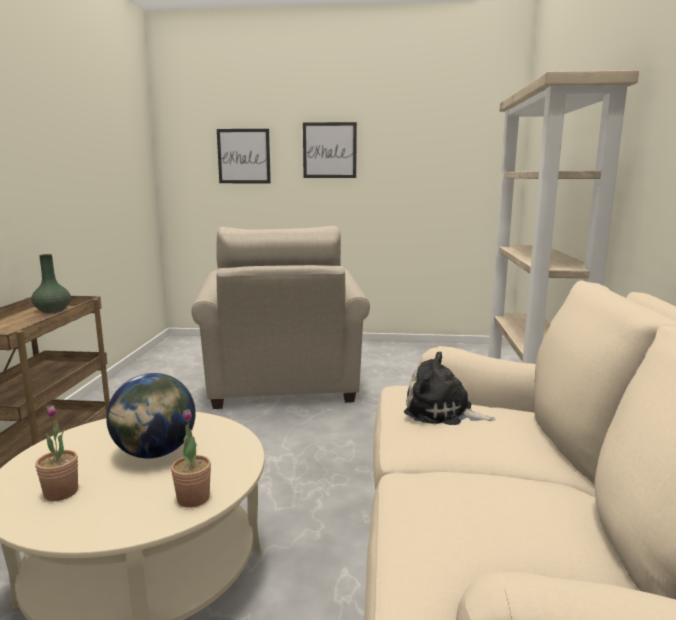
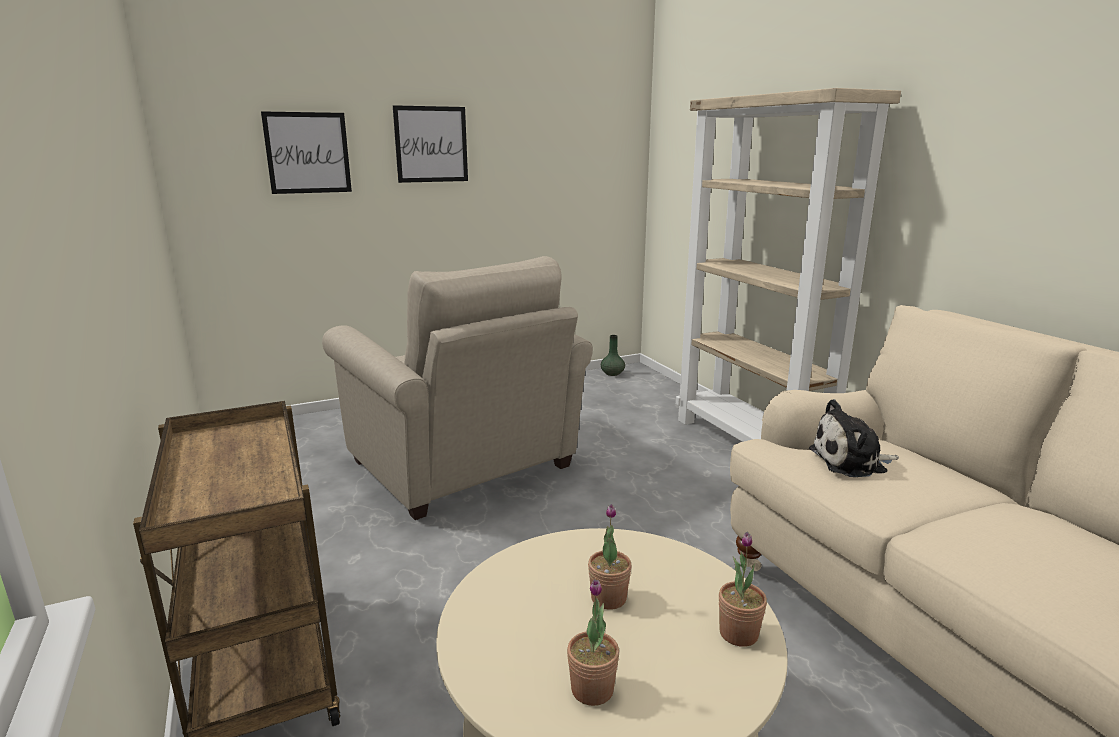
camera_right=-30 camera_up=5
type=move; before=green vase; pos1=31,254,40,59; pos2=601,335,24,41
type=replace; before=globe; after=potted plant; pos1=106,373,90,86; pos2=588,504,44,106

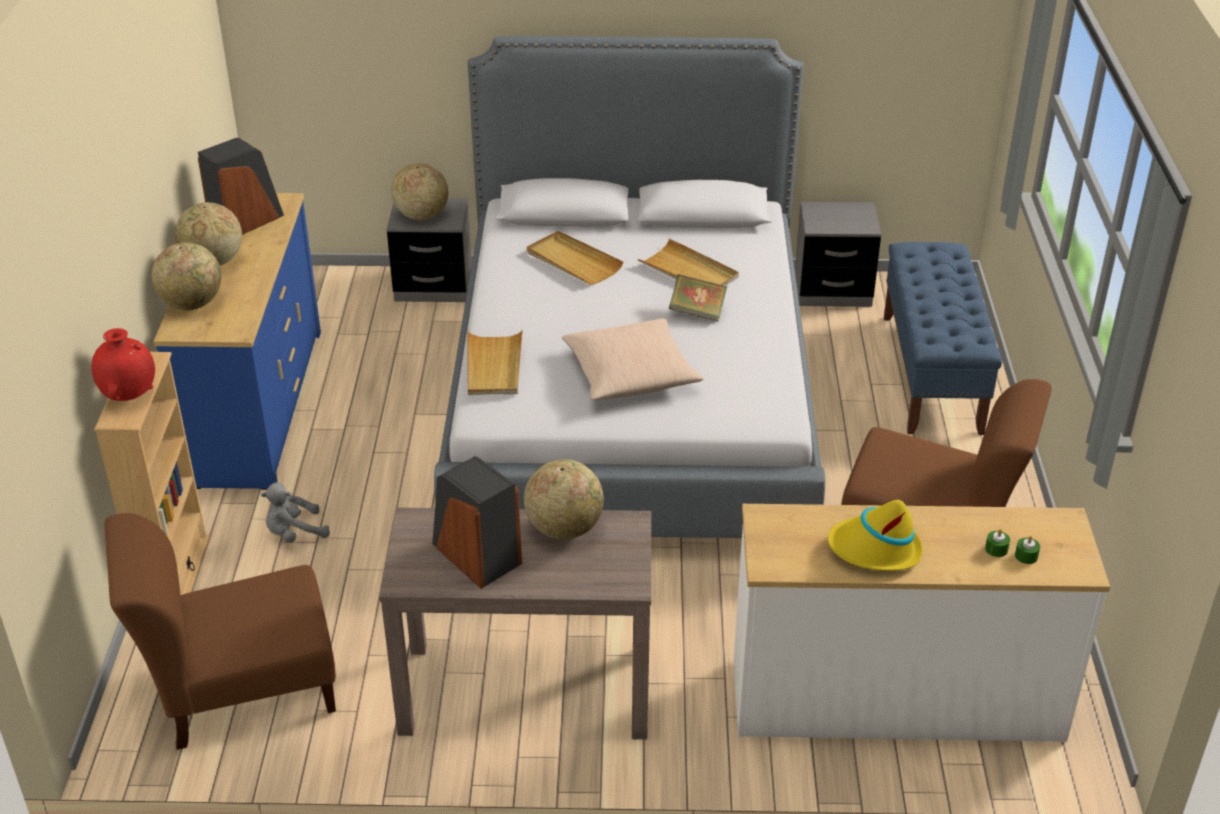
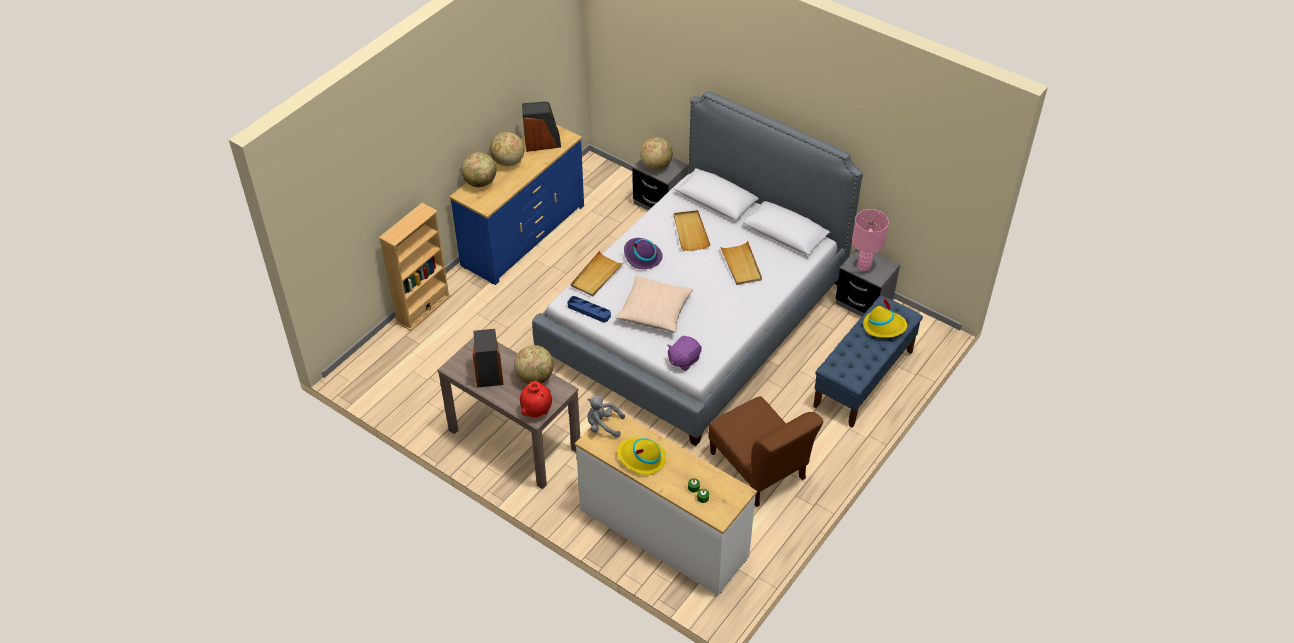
camera_right=35 camera_up=10
type=delete; before=book; pos1=669,274,58,48
type=move; before=red vase; pos1=92,328,63,73; pos2=520,381,32,36
type=move; before=grey plush toy; pos1=261,482,69,61; pos2=587,396,38,42
type=delete; before=brown chair; pos1=104,513,232,237
type=insert; after=pink table lamp; pos2=852,209,37,62
type=insert; after=purple hat; pos2=624,238,39,31
type=insert; after=blue tray; pos2=568,296,43,27
type=insert; after=yellow hat; pos2=863,298,44,40
type=insert; after=purple plush toy; pos2=667,336,35,35

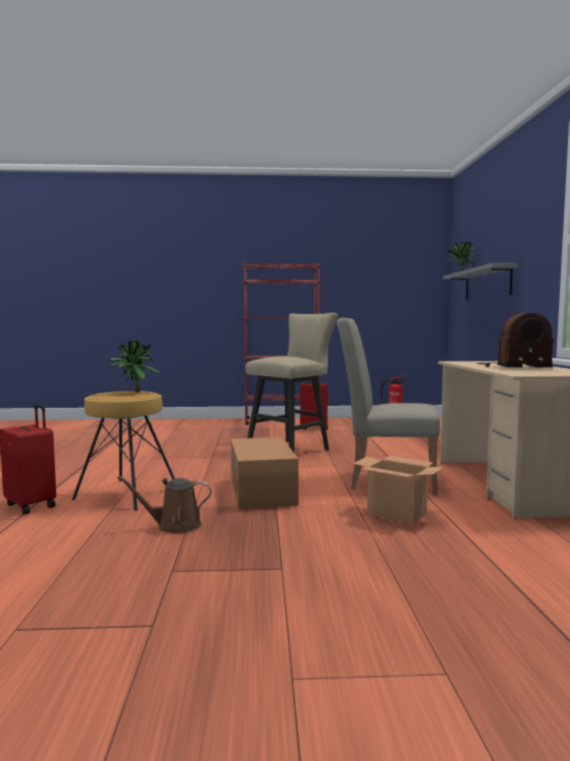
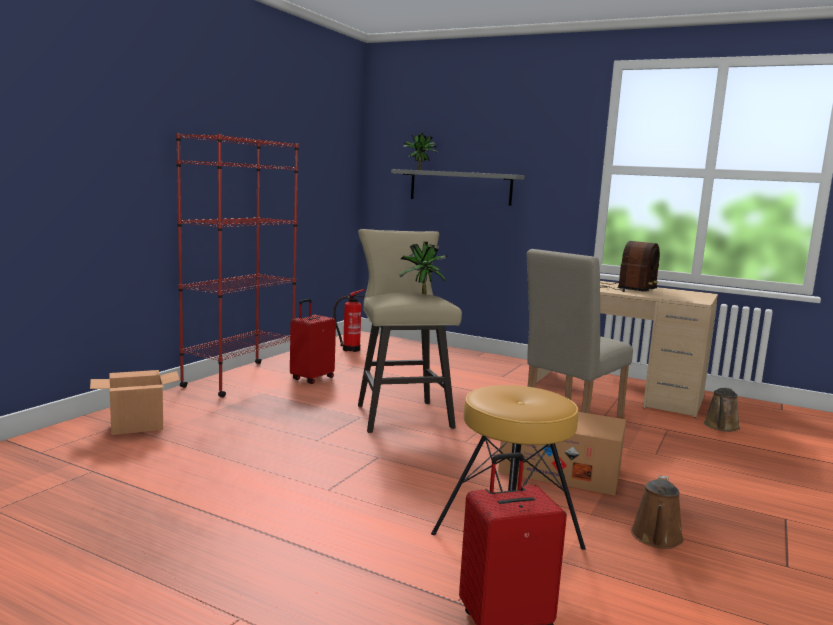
camera_right=-60 camera_up=5
type=move; before=potted plant; pos1=109,341,51,51; pos2=400,242,48,52
type=move; before=cardboard box; pos1=353,456,92,68; pos2=90,370,90,65
type=insert; after=brown watering can; pos2=704,387,36,45

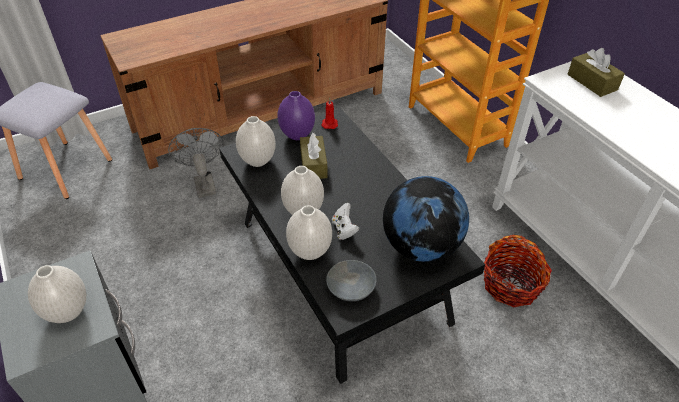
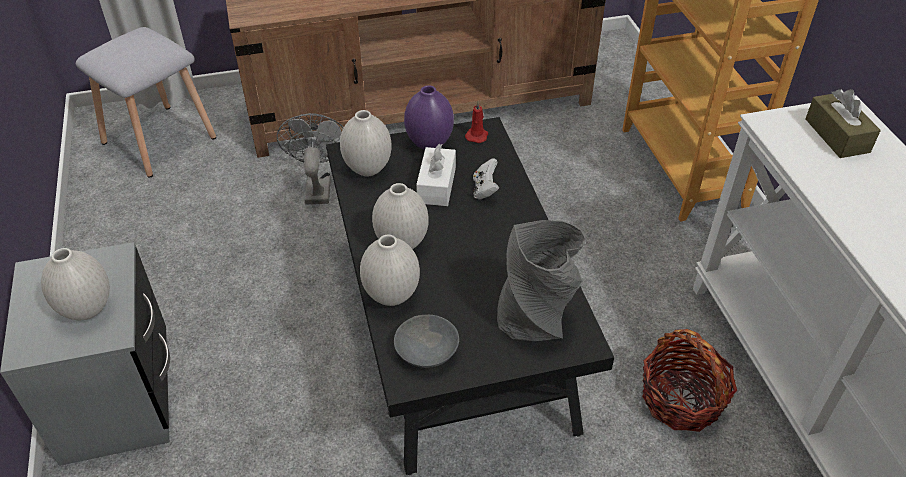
camera_right=15 camera_up=0
type=recolor; before=brown tissue box; after=white tissue box; pos1=300,133,28,46; pos2=416,144,40,62
type=replace; before=globe; after=grey vase; pos1=383,176,86,86; pos2=497,220,89,121
type=move; before=white game controller; pos1=332,203,28,37; pos2=473,158,26,41

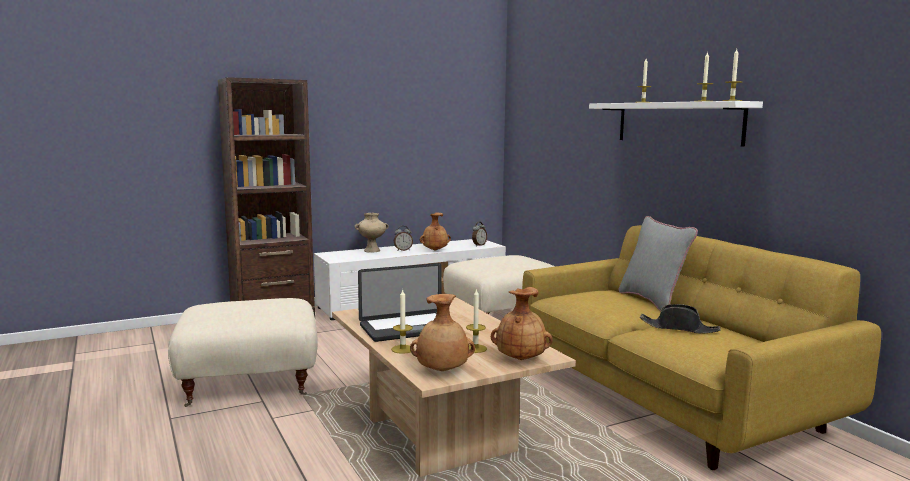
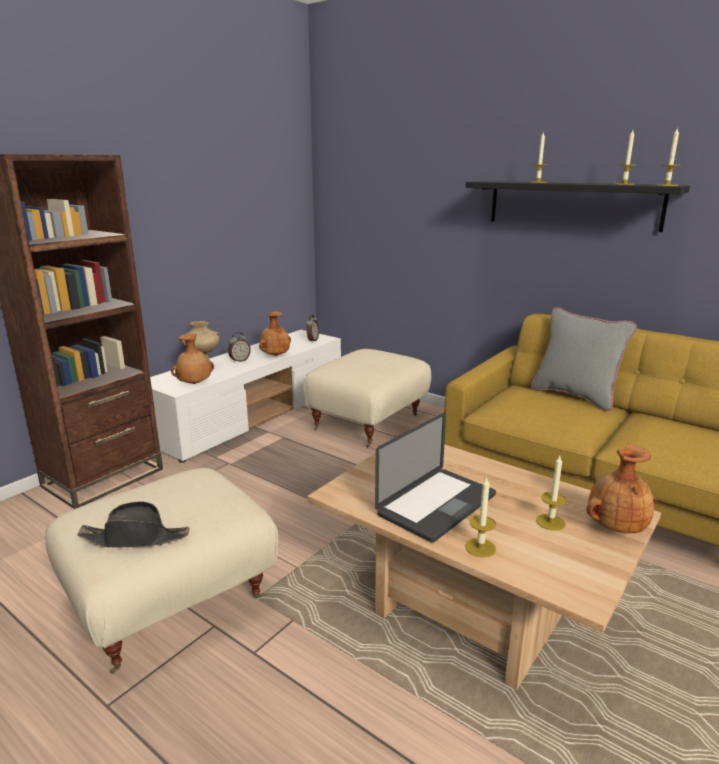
camera_right=-25 camera_up=10
type=recolor; before=white shelf; after=black shelf; pos1=589,101,174,46; pos2=465,181,225,51
type=move; before=brown vase; pos1=410,294,65,77; pos2=171,334,43,50
type=move; before=black hat; pos1=640,304,81,30; pos2=77,501,112,46

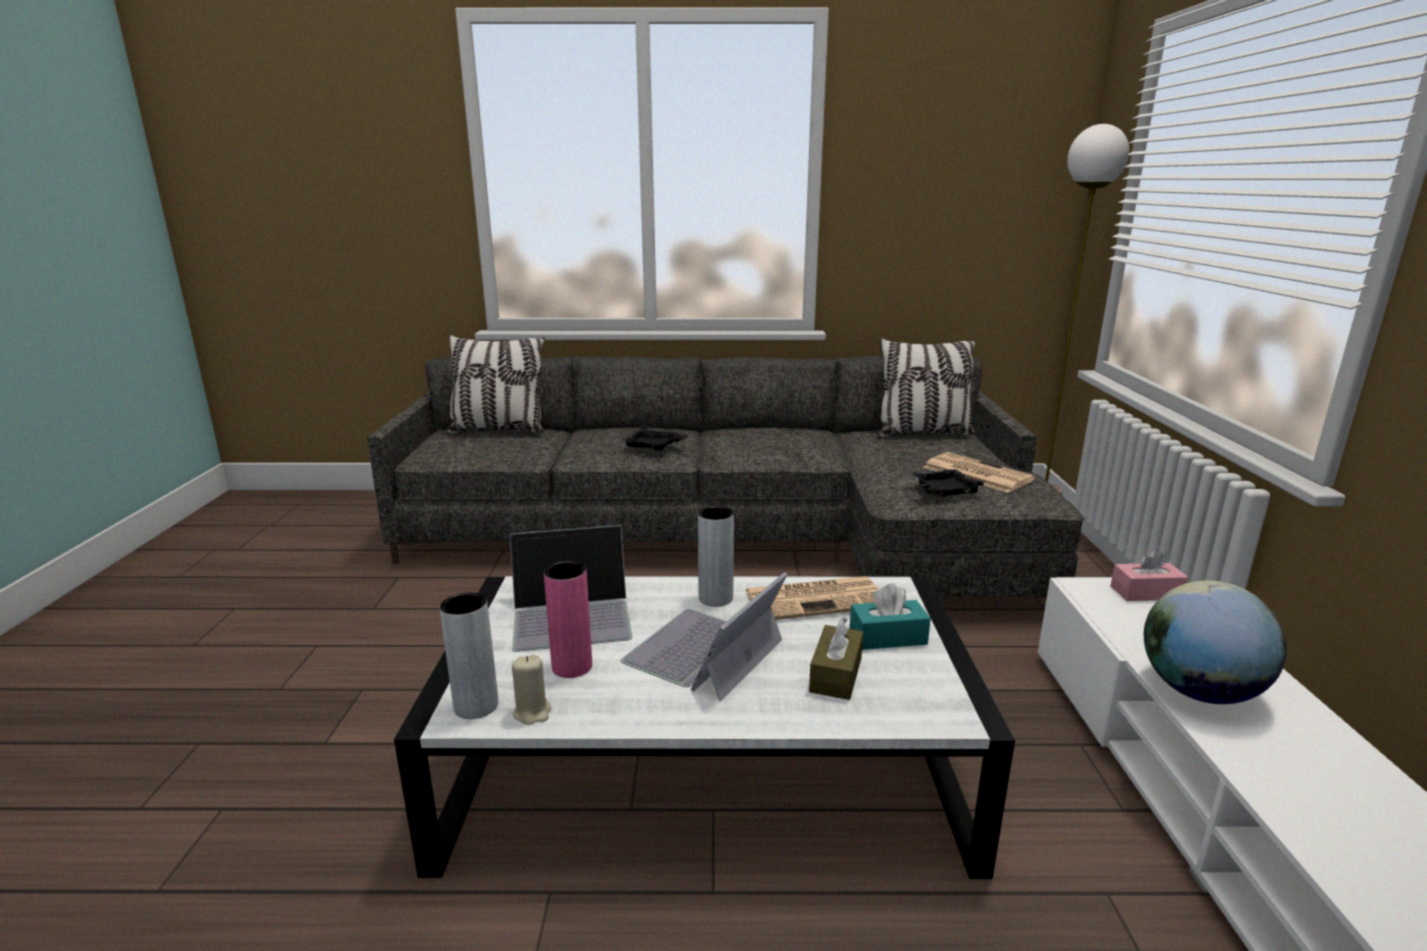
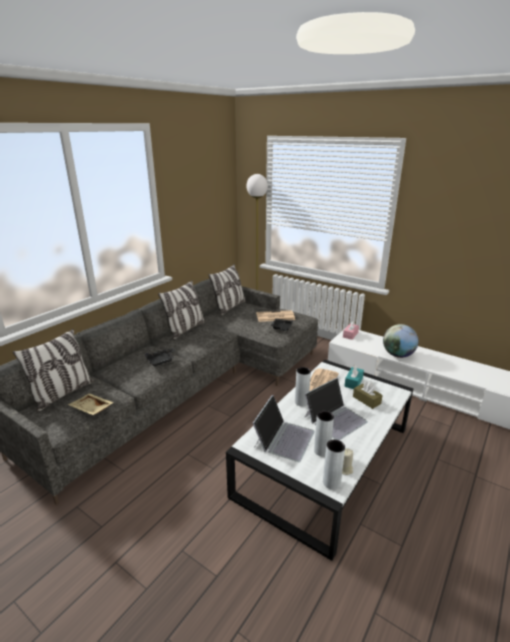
camera_right=-55 camera_up=5
type=recolor; before=pink vase; after=grey vase; pos1=544,561,48,117; pos2=314,411,20,46
type=rotate; before=laptop; pos1=621,572,166,129; pos2=304,378,64,62; turn=-105
type=insert; after=pillow; pos2=158,281,48,59
type=insert; after=beige tray; pos2=68,393,46,22

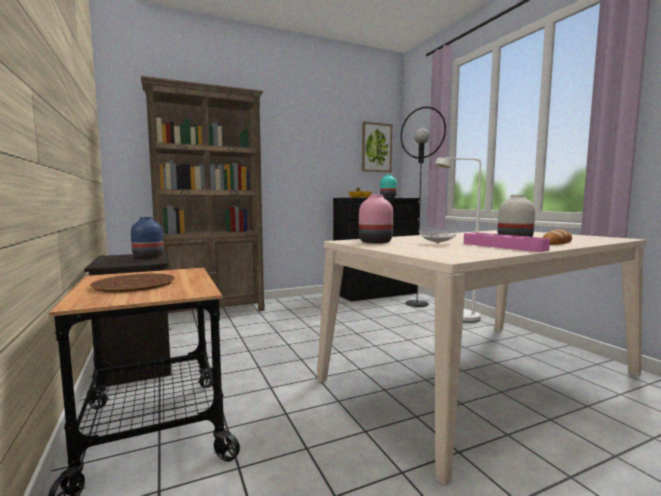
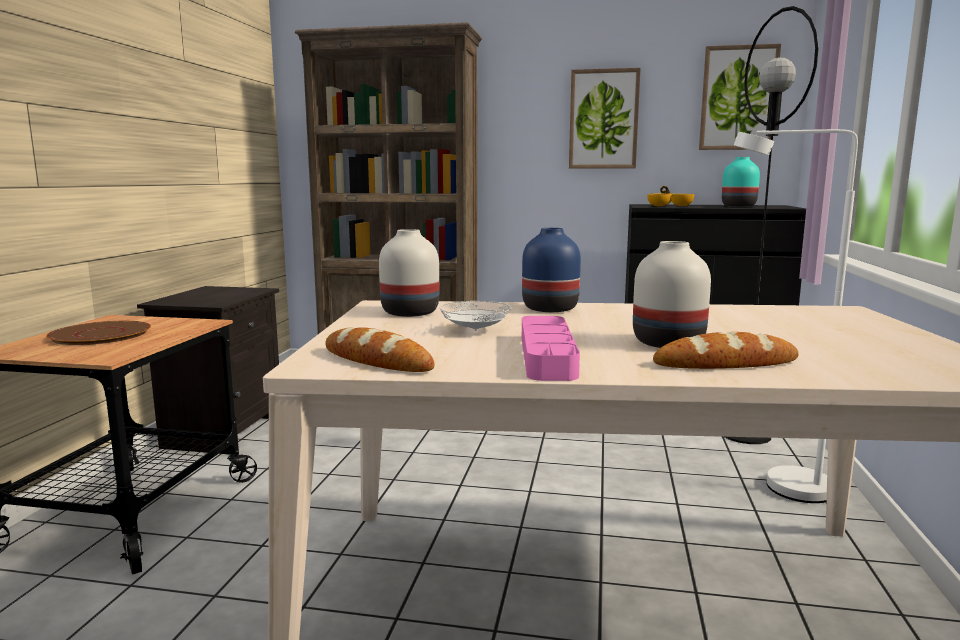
camera_right=35 camera_up=5
type=recolor; before=pink vase; after=white vase; pos1=359,194,34,50; pos2=379,229,60,88
type=move; before=blue vase; pos1=131,217,33,42; pos2=522,228,59,84
type=insert; after=picture; pos2=569,68,72,101
type=insert; after=bread; pos2=325,327,110,45

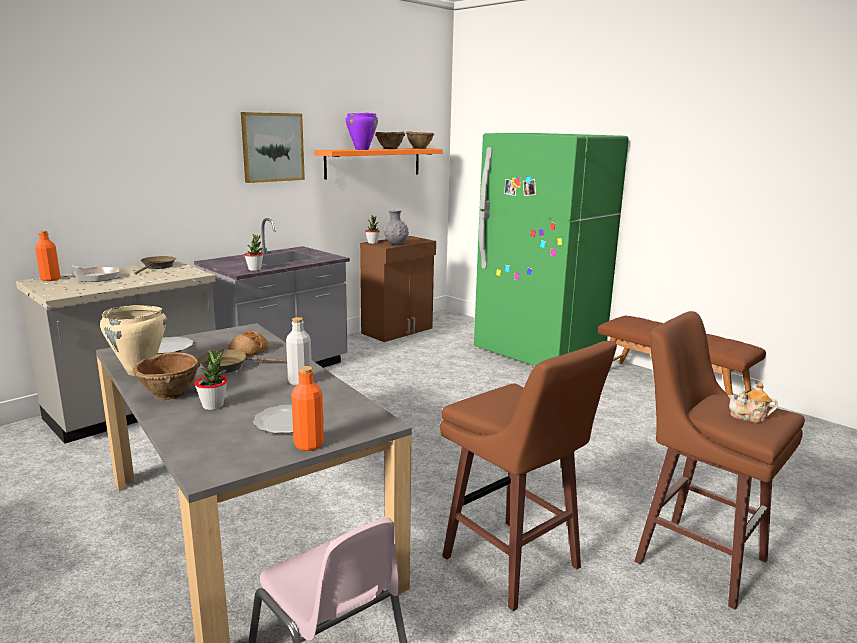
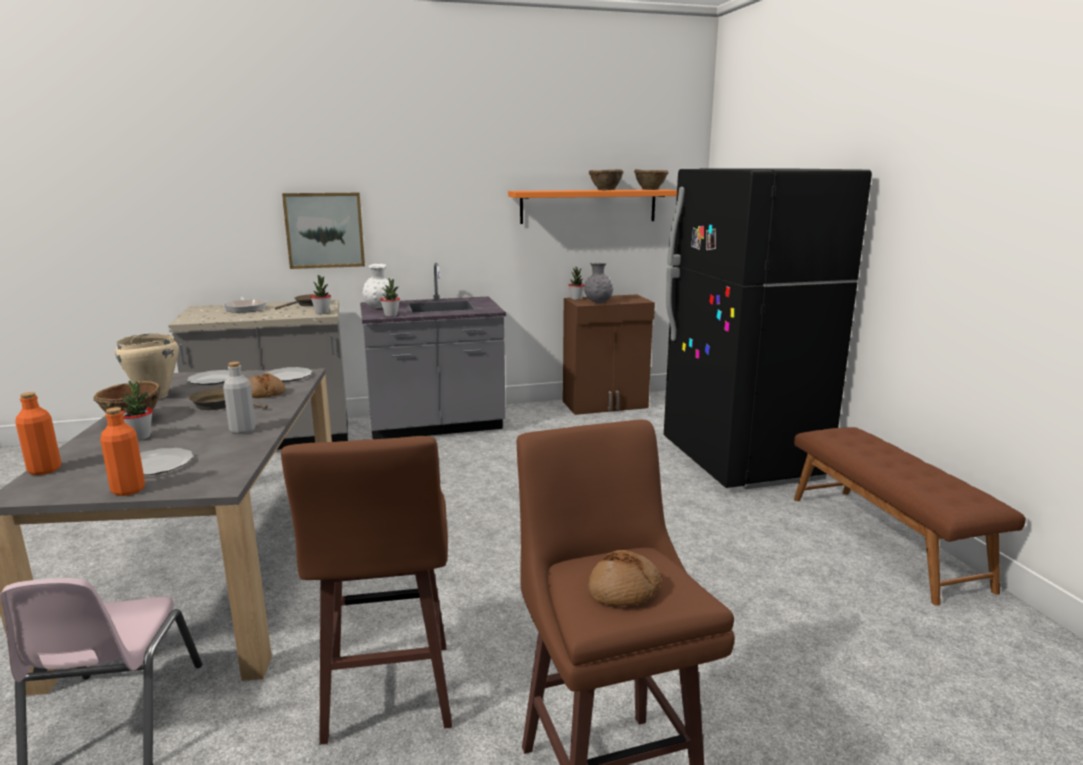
camera_right=30 camera_up=0
type=move; before=picture; pos1=241,112,64,71; pos2=282,193,83,76
type=delete; before=purple cooking pot; pos1=346,113,32,37
type=recolor; before=green fridge; after=black fridge; pos1=474,133,155,233; pos2=664,168,208,321
type=move; before=orange bottle; pos1=35,230,25,51; pos2=15,392,46,83
type=replace; before=teapot; after=bread; pos1=728,382,50,41; pos2=588,550,73,56
type=insert; after=white vase; pos2=362,264,32,44
type=insert; after=potted plant; pos2=310,275,21,39
type=insert; after=plate; pos2=266,367,46,15

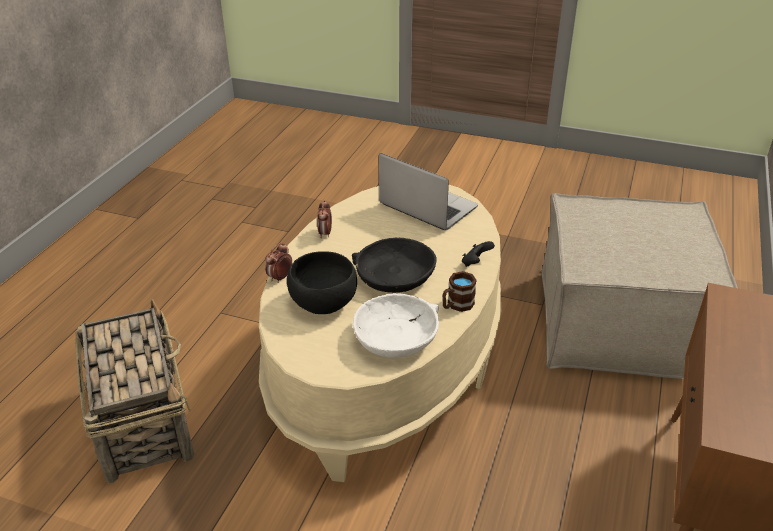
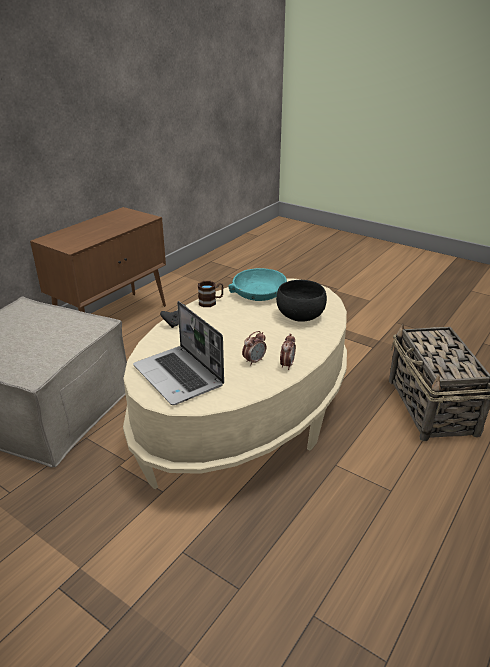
camera_right=-165 camera_up=-5
type=delete; before=black bowl; pos1=352,238,84,55
type=move; before=alarm clock; pos1=265,243,27,40; pos2=242,331,24,35
type=recolor; before=white bowl; after=turquoise bowl; pos1=353,294,86,64; pos2=229,268,58,33

